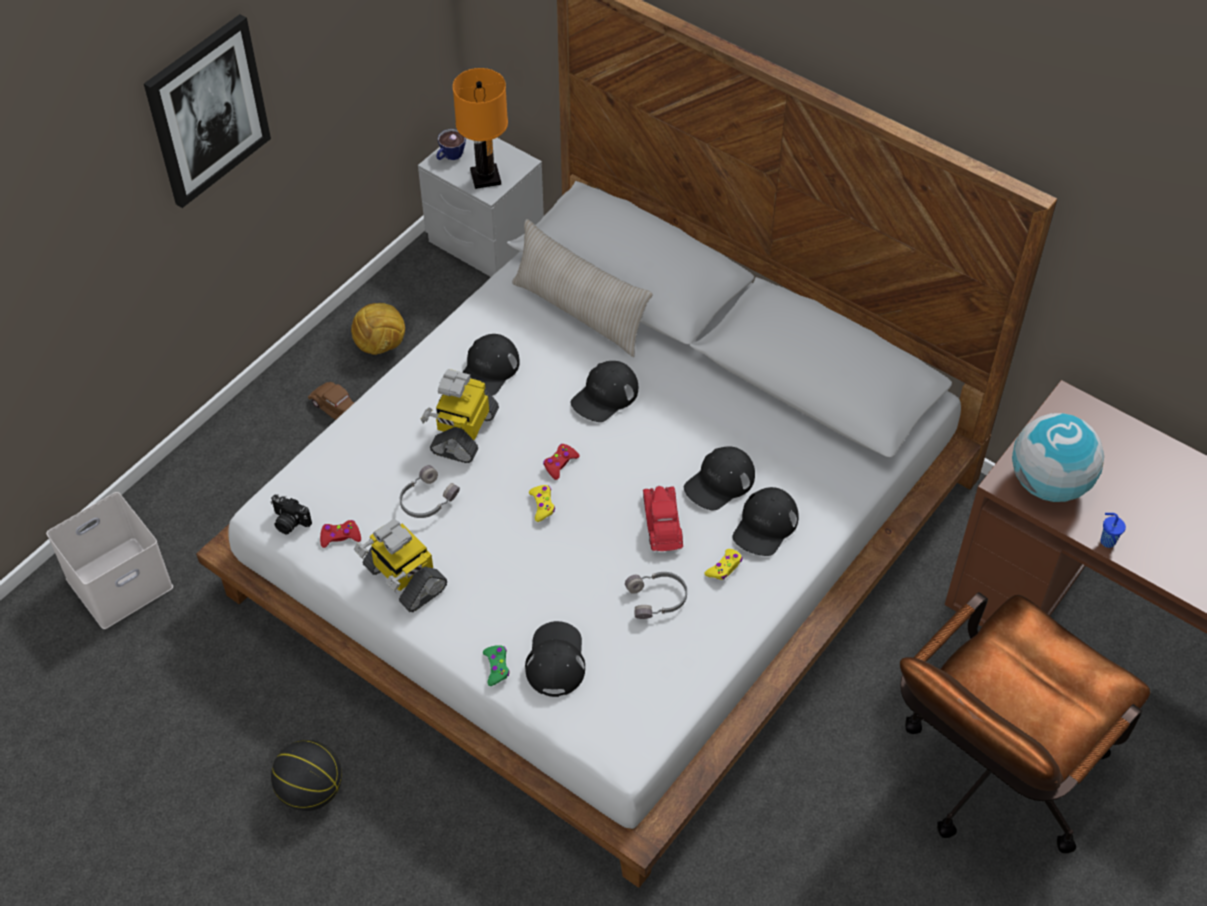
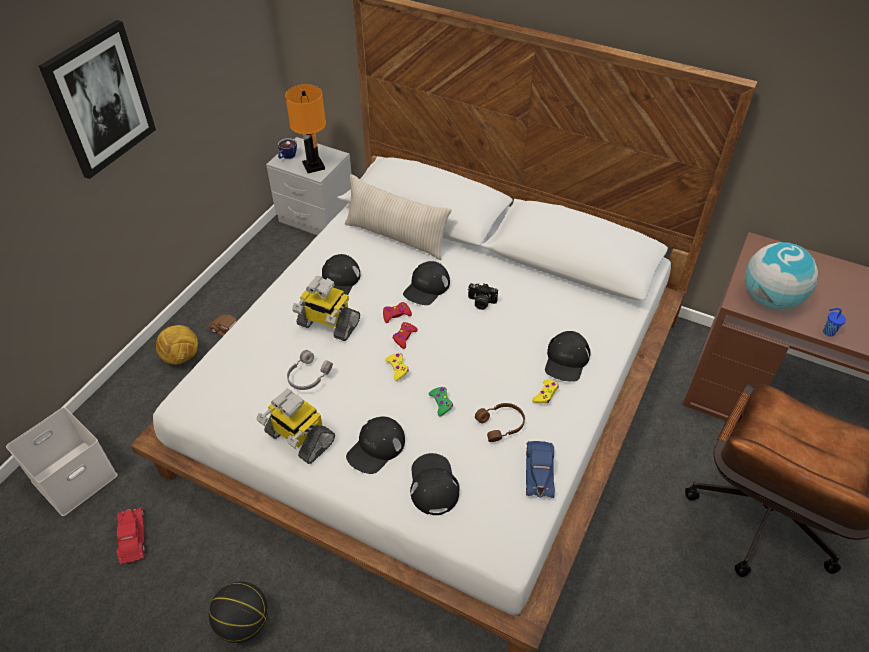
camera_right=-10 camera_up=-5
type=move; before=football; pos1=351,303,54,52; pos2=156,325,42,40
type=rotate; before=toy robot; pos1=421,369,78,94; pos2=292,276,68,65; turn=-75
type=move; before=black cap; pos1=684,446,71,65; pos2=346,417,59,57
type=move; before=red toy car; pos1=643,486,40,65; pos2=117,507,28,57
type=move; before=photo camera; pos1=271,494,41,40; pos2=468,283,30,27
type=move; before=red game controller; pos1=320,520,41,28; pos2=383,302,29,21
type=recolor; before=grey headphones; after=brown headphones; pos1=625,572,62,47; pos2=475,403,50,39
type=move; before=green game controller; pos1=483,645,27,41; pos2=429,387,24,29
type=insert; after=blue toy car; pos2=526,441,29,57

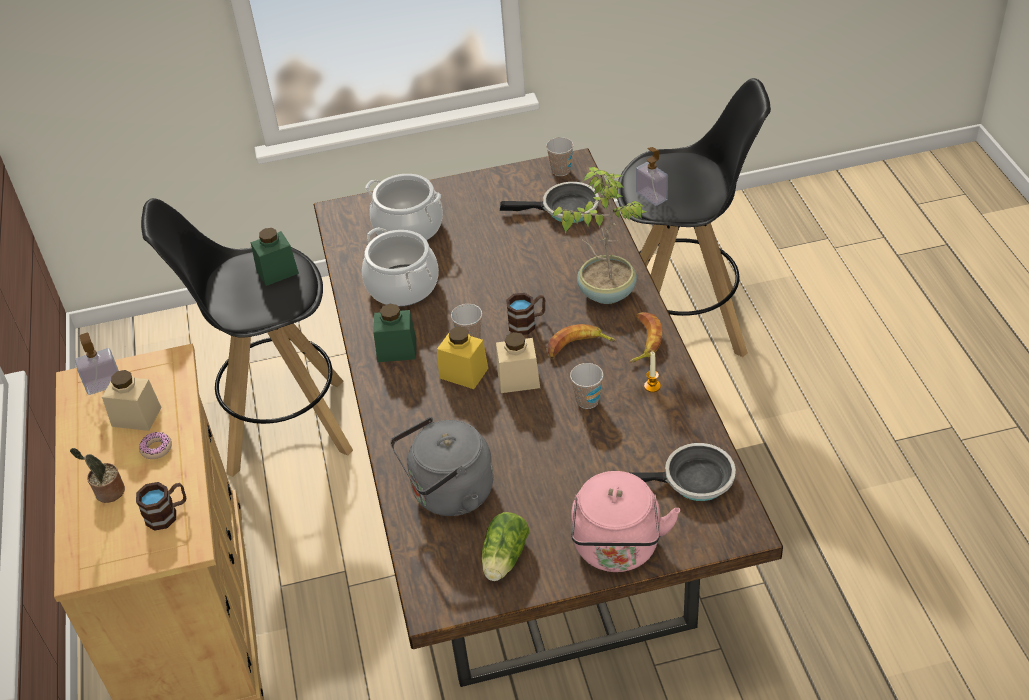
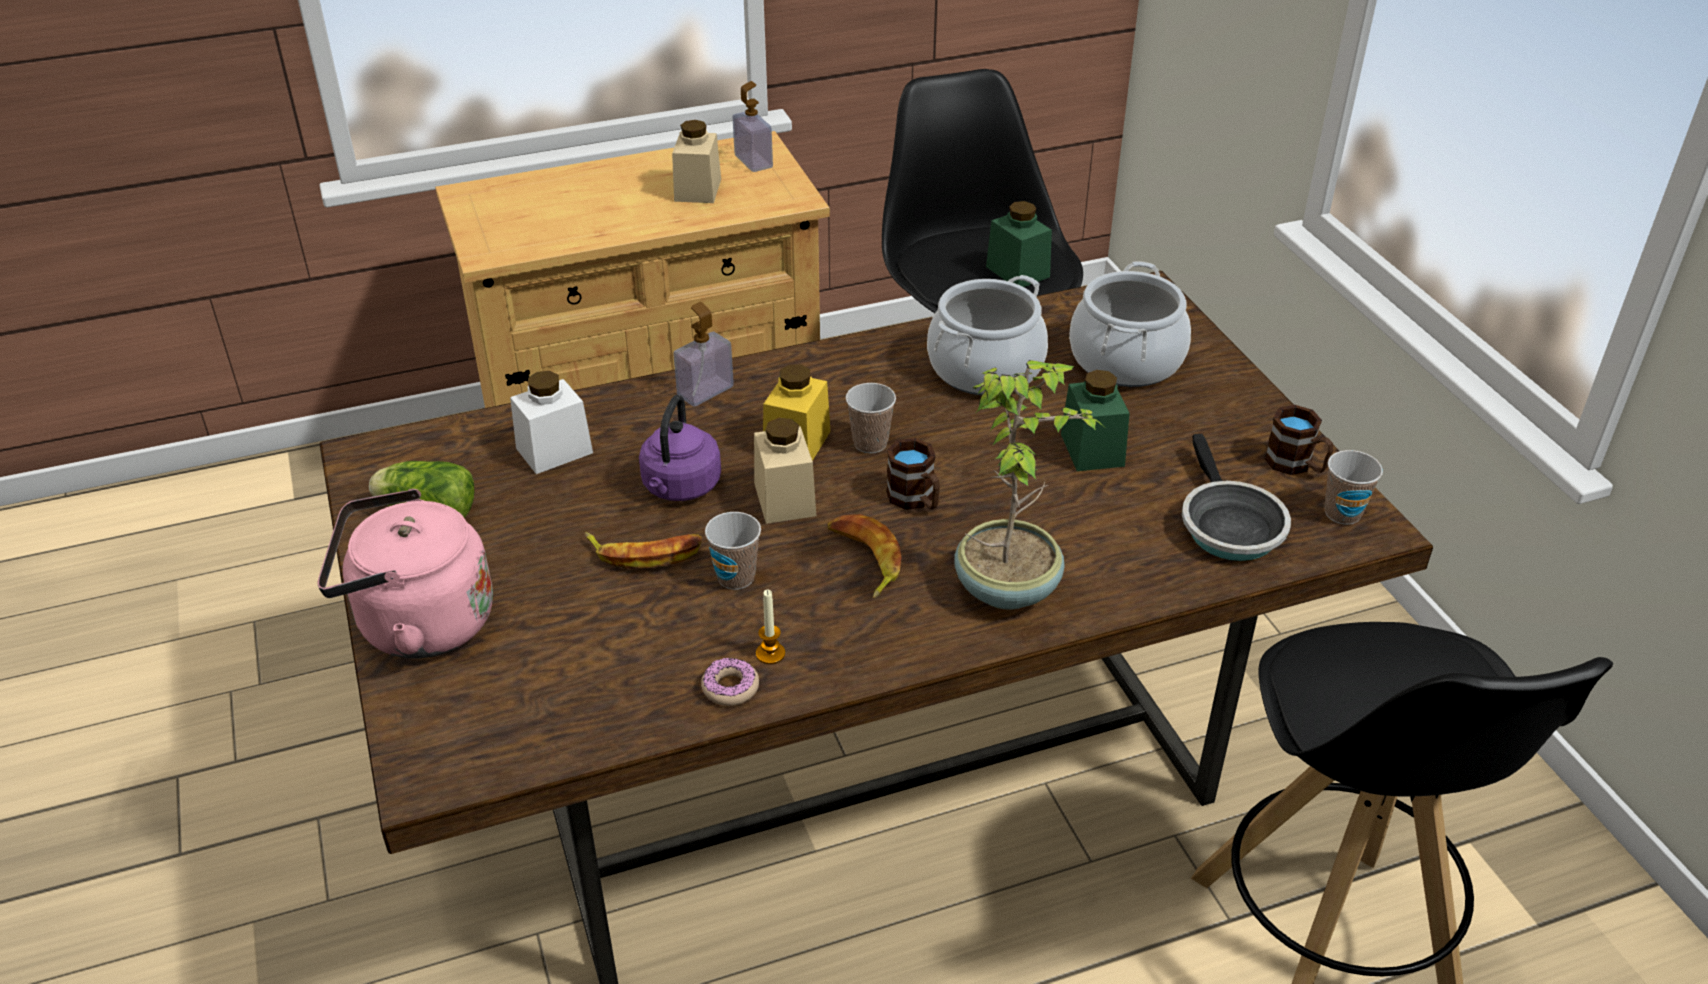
camera_right=80 camera_up=-5
type=move; before=soap dispenser; pos1=636,147,32,59; pos2=673,302,61,105
type=move; before=green jar; pos1=373,304,43,58; pos2=1061,370,69,101
type=move; before=banana; pos1=630,312,32,51; pos2=585,532,117,36
type=replace; before=grey kettle; after=white jar; pos1=390,417,103,99; pos2=510,371,83,103
type=move; before=donut; pos1=139,432,33,27; pos2=701,658,58,48
type=delete; before=frying pan; pos1=631,443,105,58
type=delete; before=potted plant; pos1=70,448,55,55
type=move; before=brown mug; pos1=136,482,50,49; pos2=1265,405,68,70
type=insert; after=purple kettle; pos2=639,395,82,106

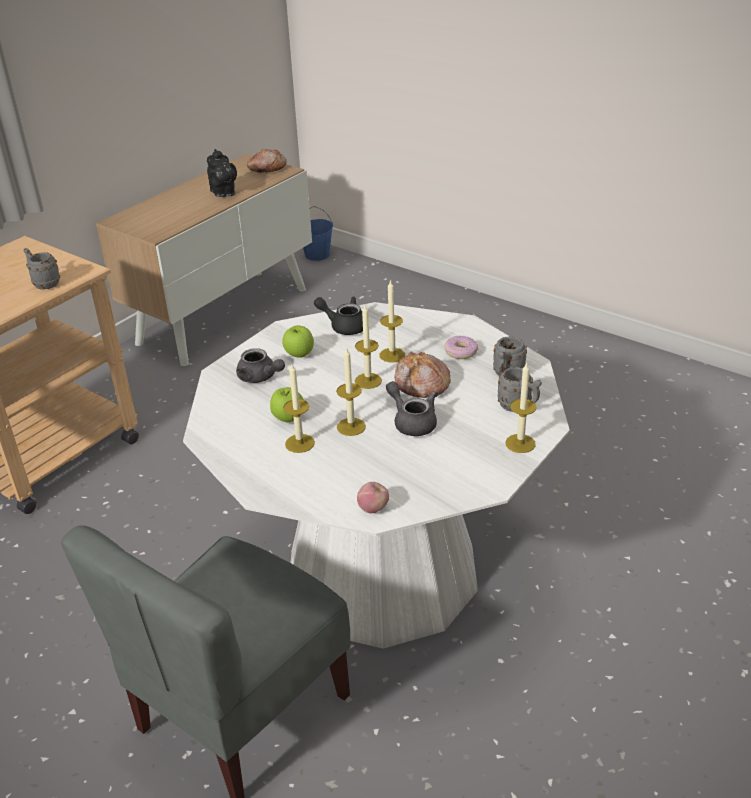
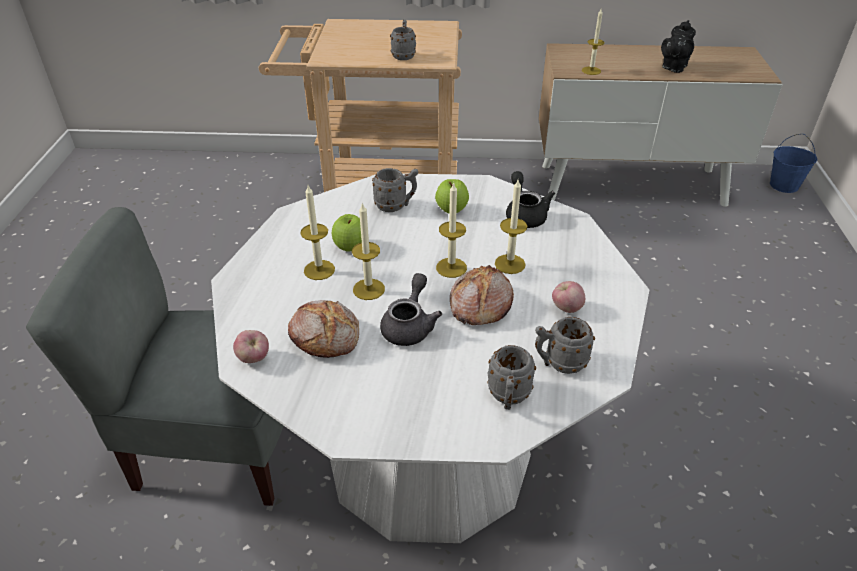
camera_right=55 camera_up=5
type=move; before=bread; pos1=247,149,40,24; pos2=288,300,71,58
type=replace; before=donut; after=apple; pos1=445,336,33,23; pos2=552,281,33,32
type=replace; before=grey teapot; after=grey mug; pos1=236,348,49,35; pos2=372,168,46,44
type=move; before=candle; pos1=505,362,32,91; pos2=582,9,22,66

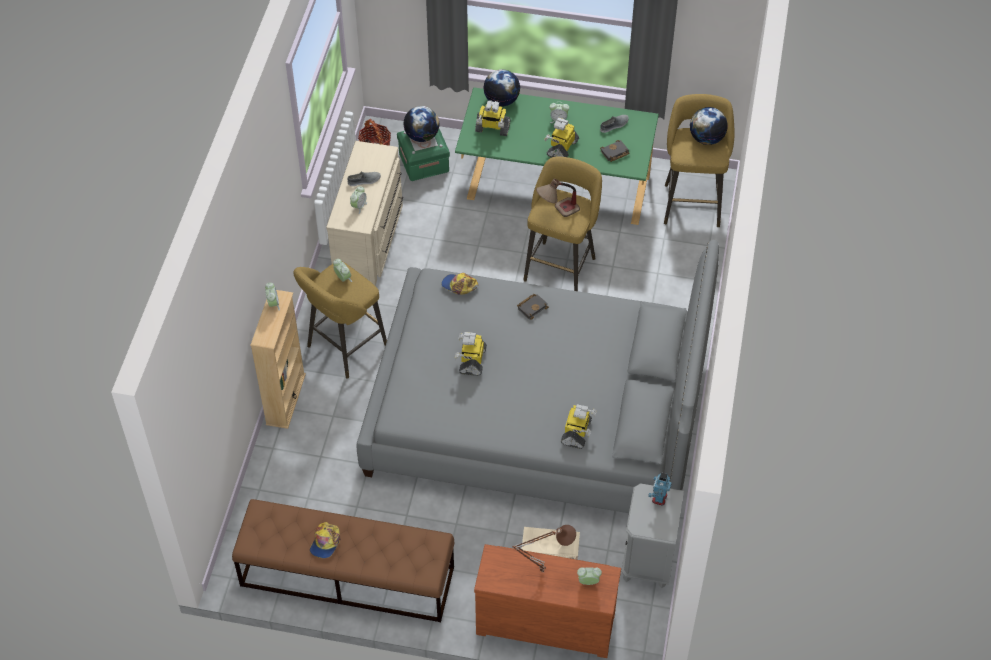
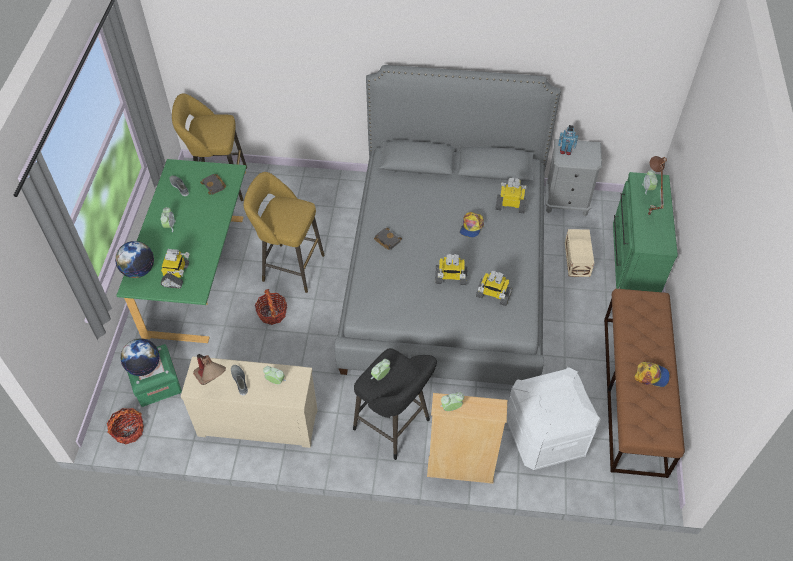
camera_right=-95 camera_up=0
type=delete; before=globe; pos1=690,107,38,38
type=move; before=toy robot; pos1=544,118,35,40; pos2=476,271,36,35
type=move; before=table lamp; pos1=536,179,44,38; pos2=193,354,33,31
type=recolor; before=yellow stool; after=black stool; pos1=293,262,94,117; pos2=353,348,84,112
type=move; before=cap; pos1=441,273,37,22; pos2=460,212,24,26
type=recolor; before=brown dresser; after=green dresser; pos1=474,544,147,114; pos2=613,172,65,120
type=insert; after=basket; pos2=255,289,32,36
type=insert; after=white storage box; pos2=507,367,94,103

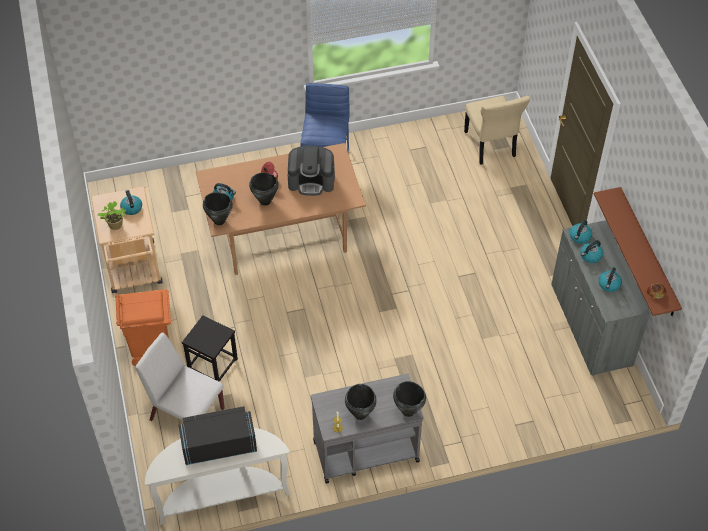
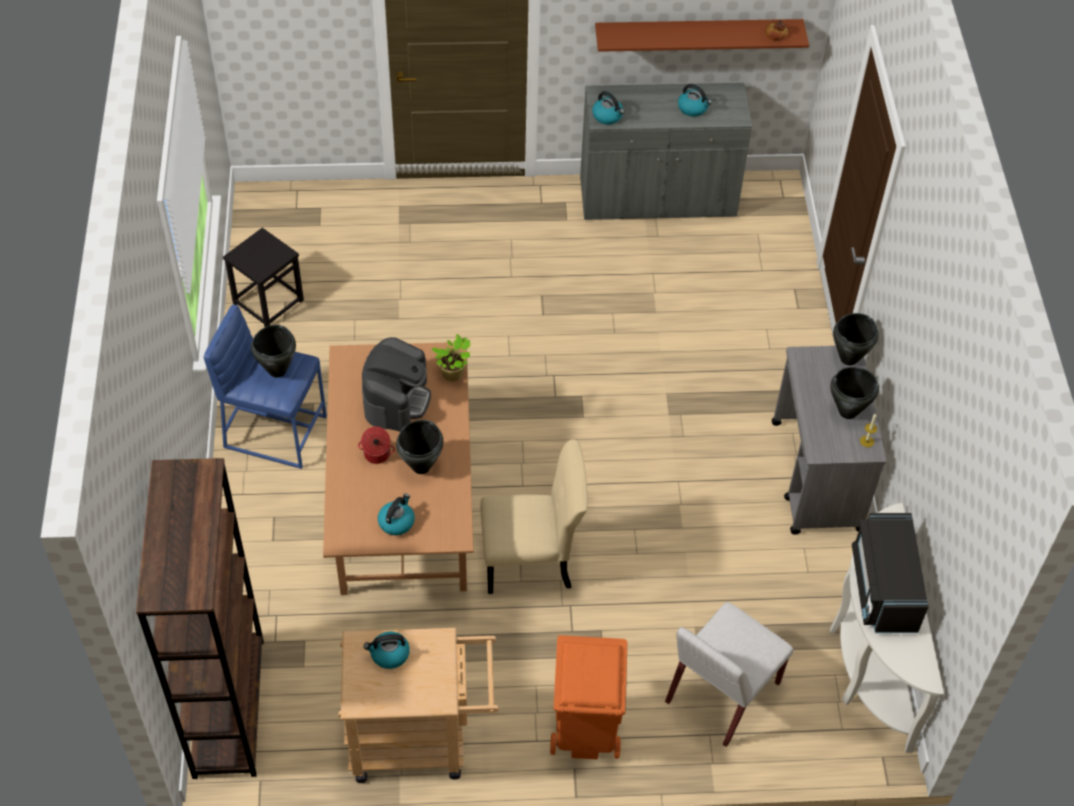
camera_right=-80 camera_up=0
type=move; before=beige chair; pos1=464,96,66,69; pos2=480,439,108,155
type=move; before=black cooking pot; pos1=203,192,30,33; pos2=251,325,45,53
type=move; before=potted plant; pos1=98,201,28,29; pos2=431,334,40,47
type=delete; before=kettle; pos1=580,240,23,23
type=move; before=black stool; pos1=182,316,56,66; pos2=223,228,81,99
type=insert; after=brown bookcase; pos2=136,458,128,321

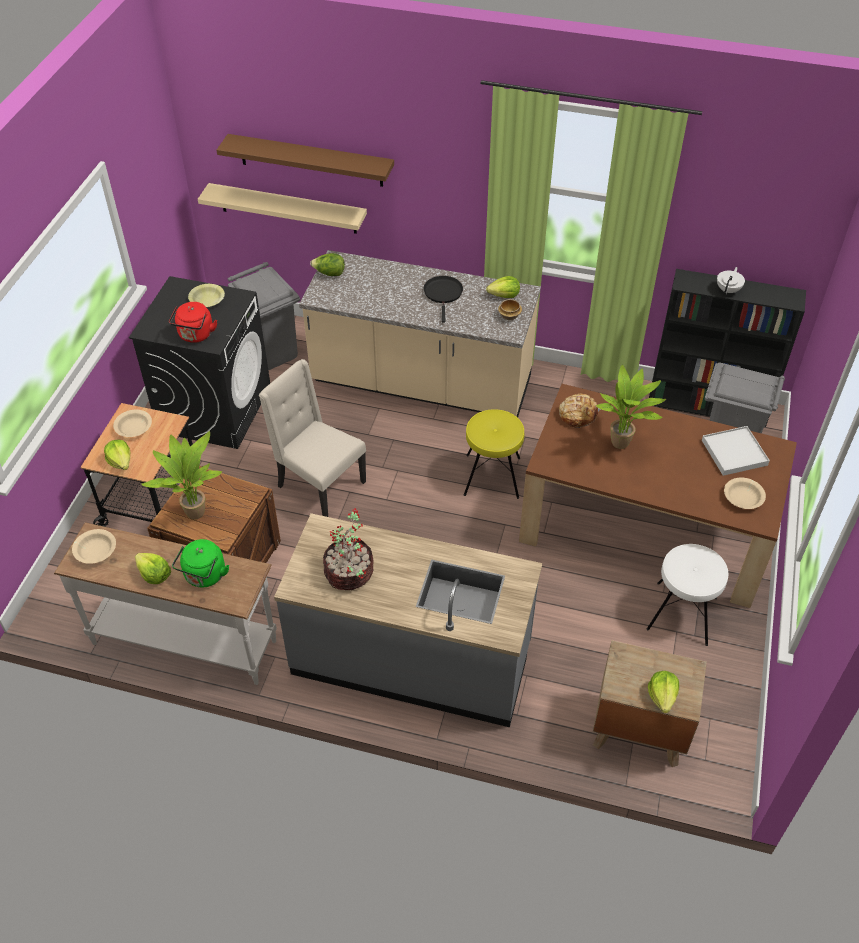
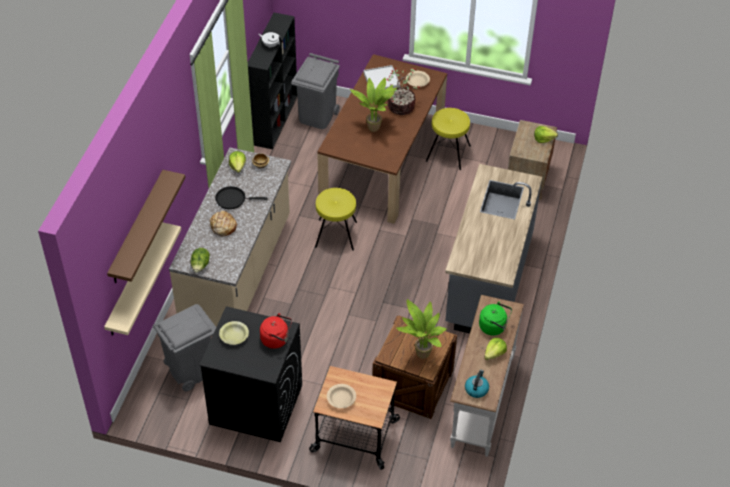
camera_right=-90 camera_up=0
type=delete; before=beige chair; pos1=259,359,107,158
type=move; before=bread; pos1=559,394,42,34; pos2=210,211,27,25
type=delete; before=lettuce; pos1=104,440,26,30
type=move; before=potted plant; pos1=323,508,51,82; pos2=387,68,33,47
type=replace; before=beige bowl; after=kettle; pos1=72,529,44,35; pos2=465,370,24,28
type=recolor; before=white stool; after=yellow stool; pos1=647,544,82,102; pos2=426,108,45,62

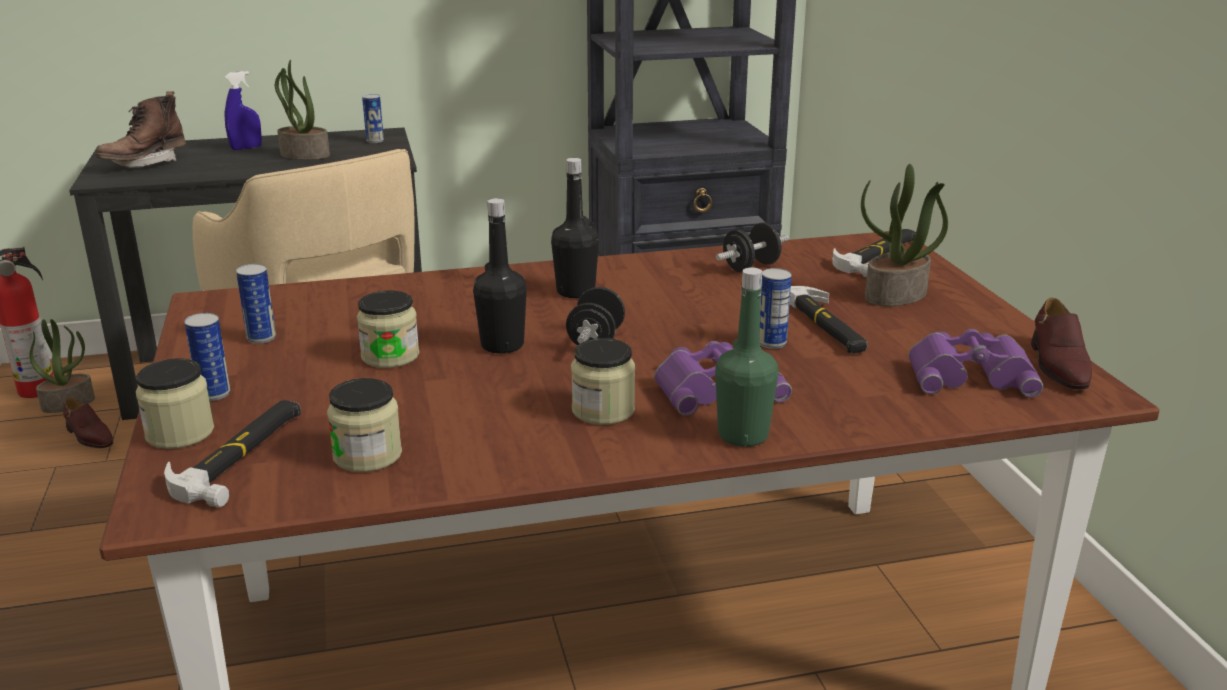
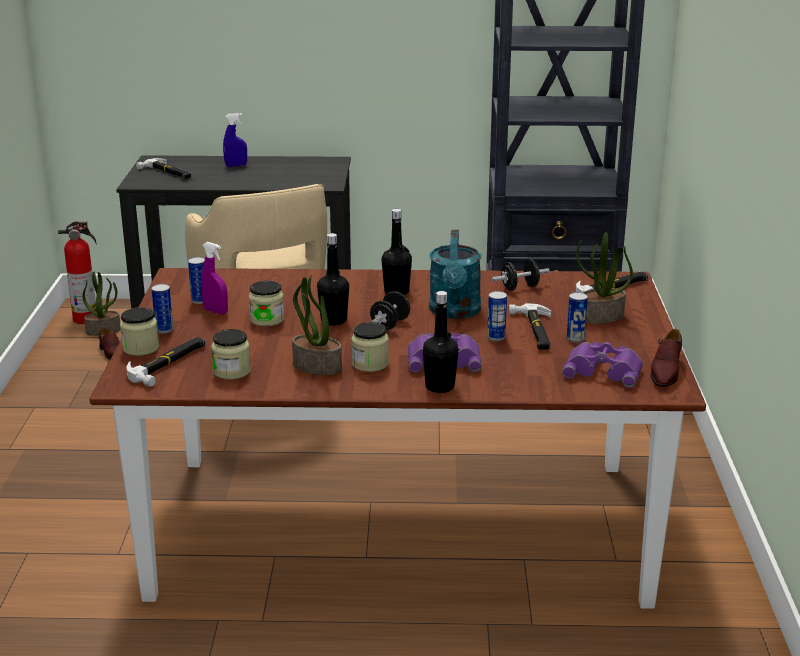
camera_right=15 camera_up=0
type=move; before=potted plant; pos1=275,60,55,100; pos2=292,275,50,100
type=replace; before=brown boot; after=hammer; pos1=95,91,91,77; pos2=136,158,55,21
type=move; before=can; pos1=362,94,22,49; pos2=567,292,21,51
type=recolor; before=green bottle; after=black bottle; pos1=715,267,63,180; pos2=423,291,36,102
type=insert; after=turquoise watering can; pos2=429,230,52,89
type=insert; after=purple spray bottle; pos2=201,242,27,73

